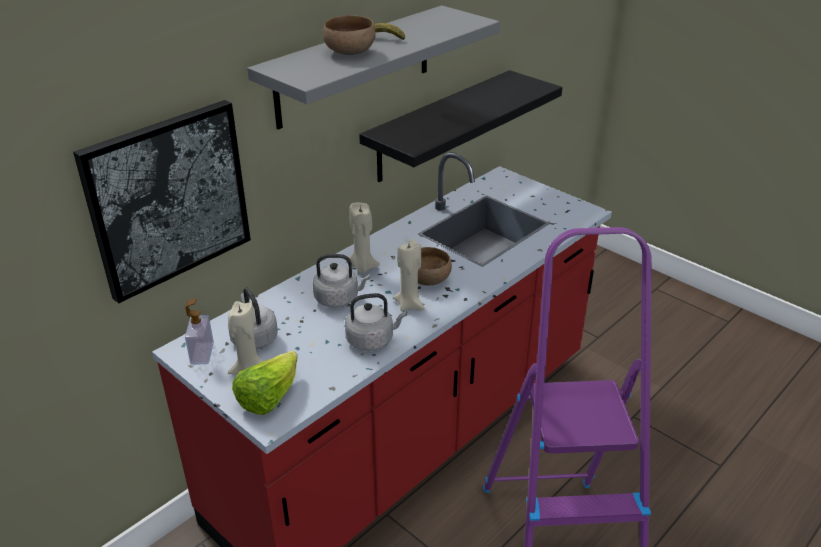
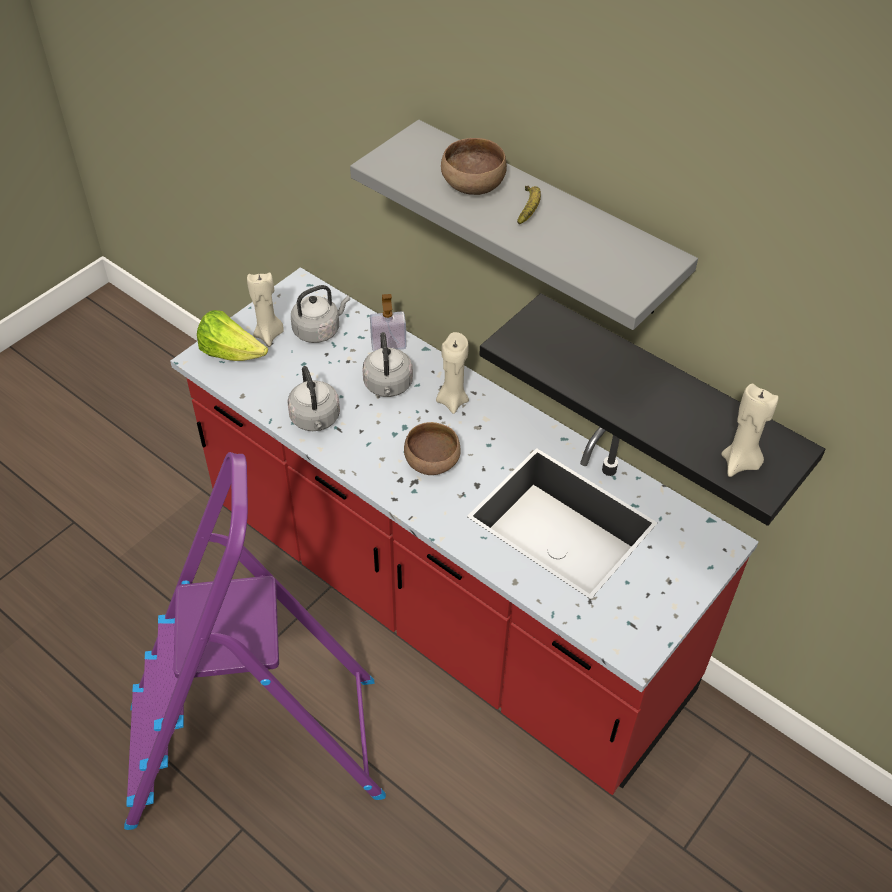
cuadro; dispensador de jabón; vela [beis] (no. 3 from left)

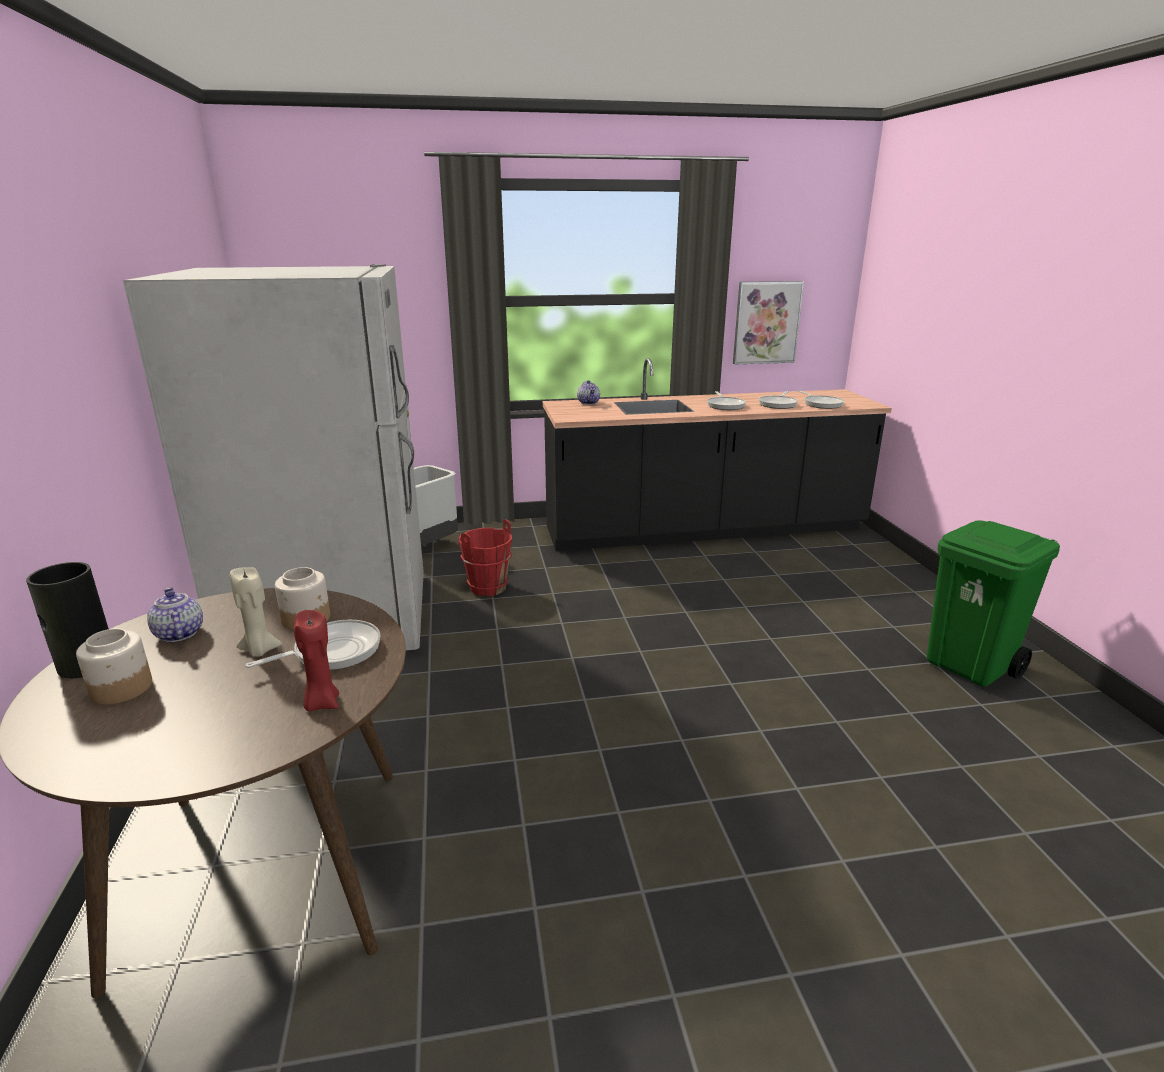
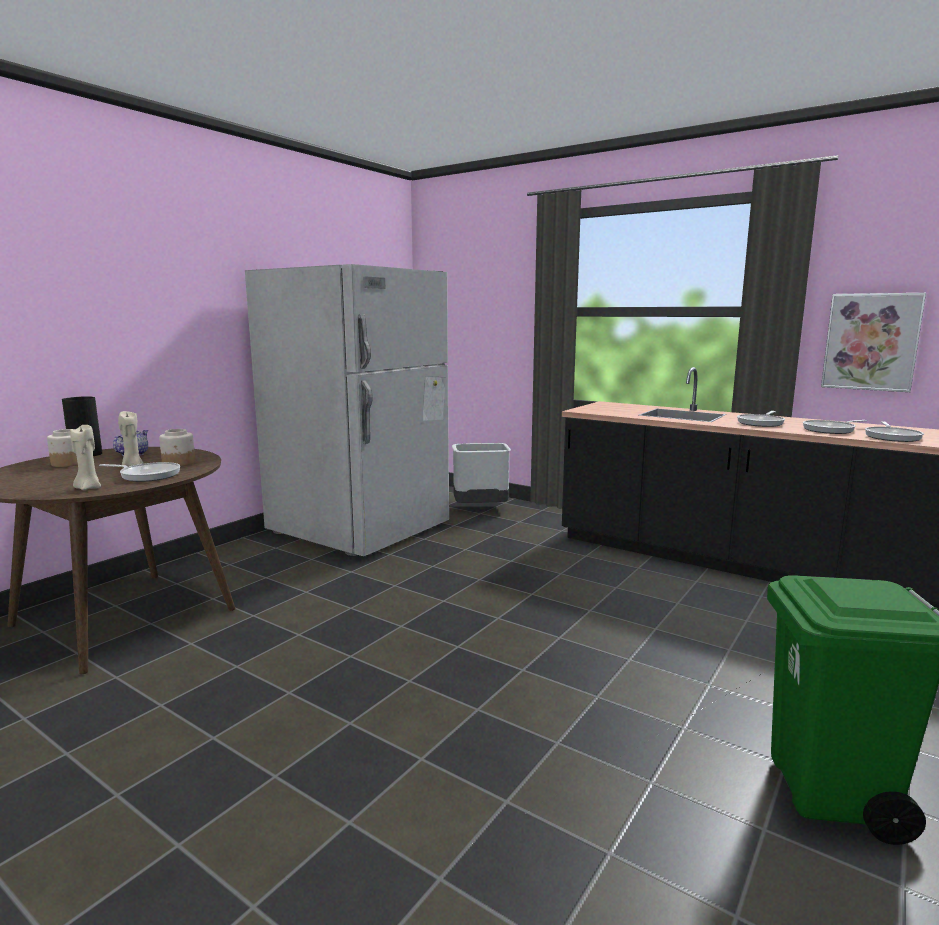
vela [beis] (no. 1 from left); cubo [rojo]; tetera (no. 2 from left in the first image)

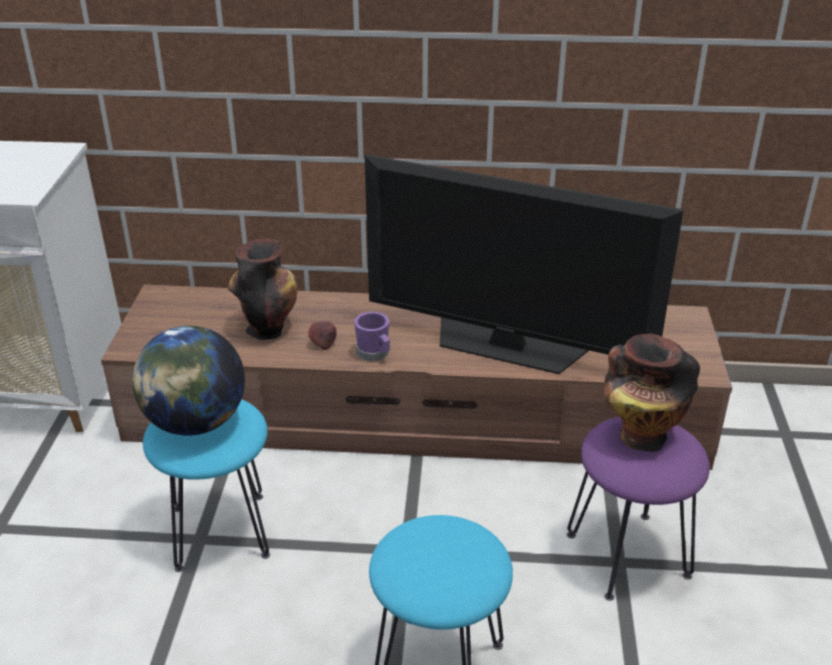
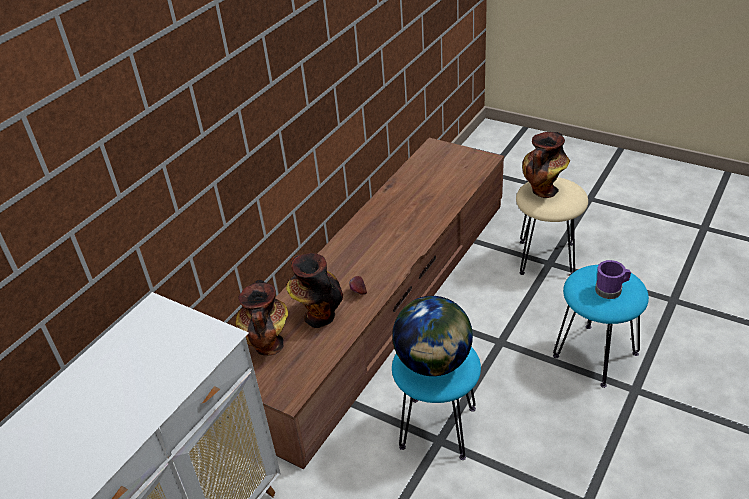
taza grande [morado]; televisor; taburete [beis]; florero (no. 1 from left)

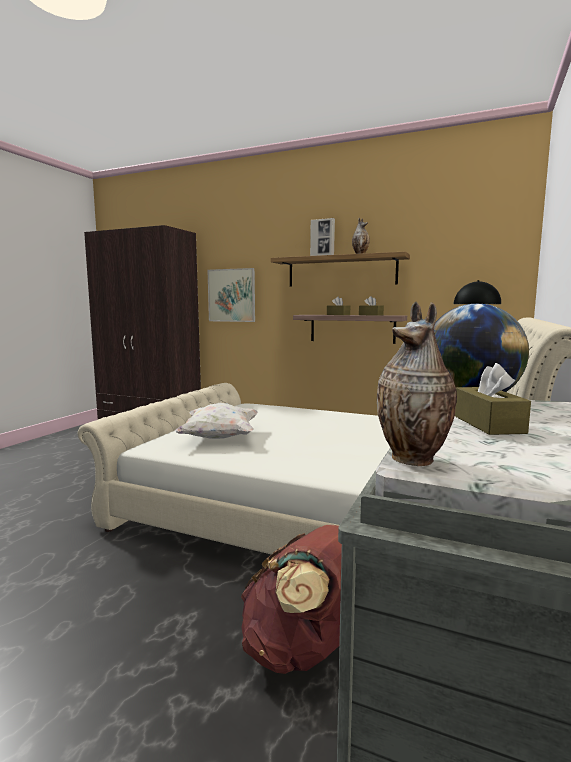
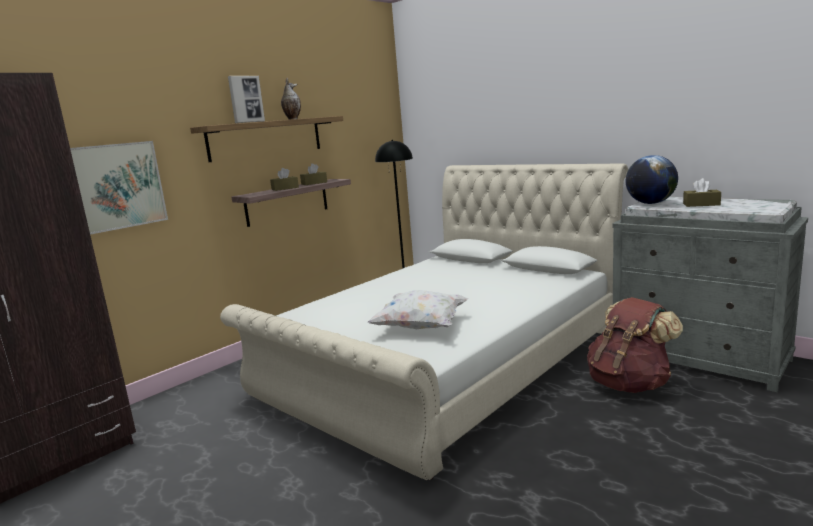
florero (no. 2 from left in the first image)

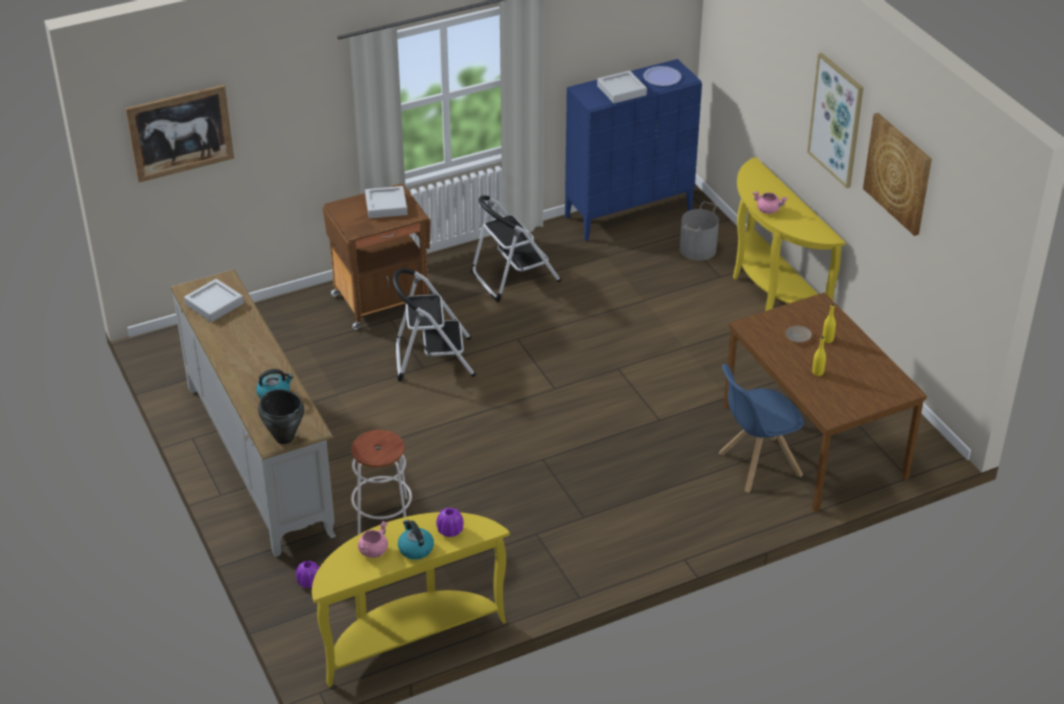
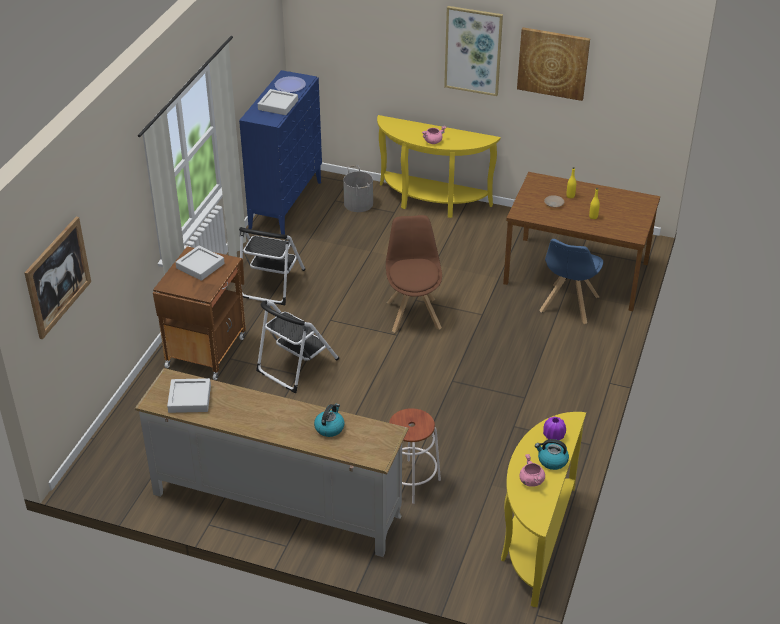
olla [negro]; florero [morado] (no. 1 from left in the first image); silla [marrón]

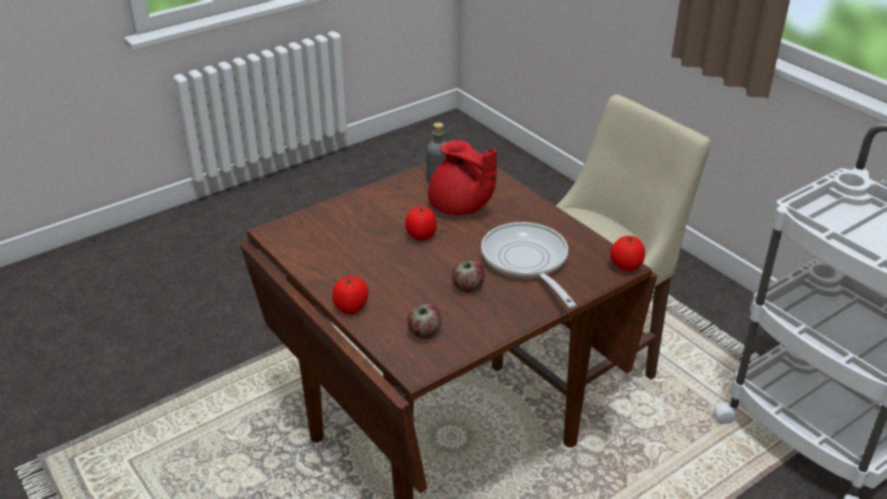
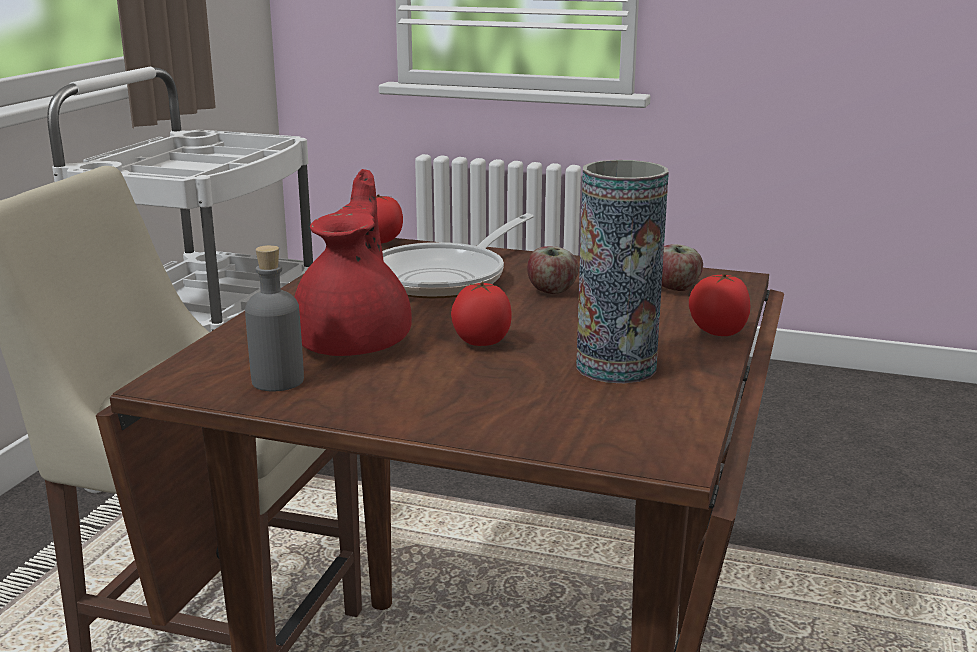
florero

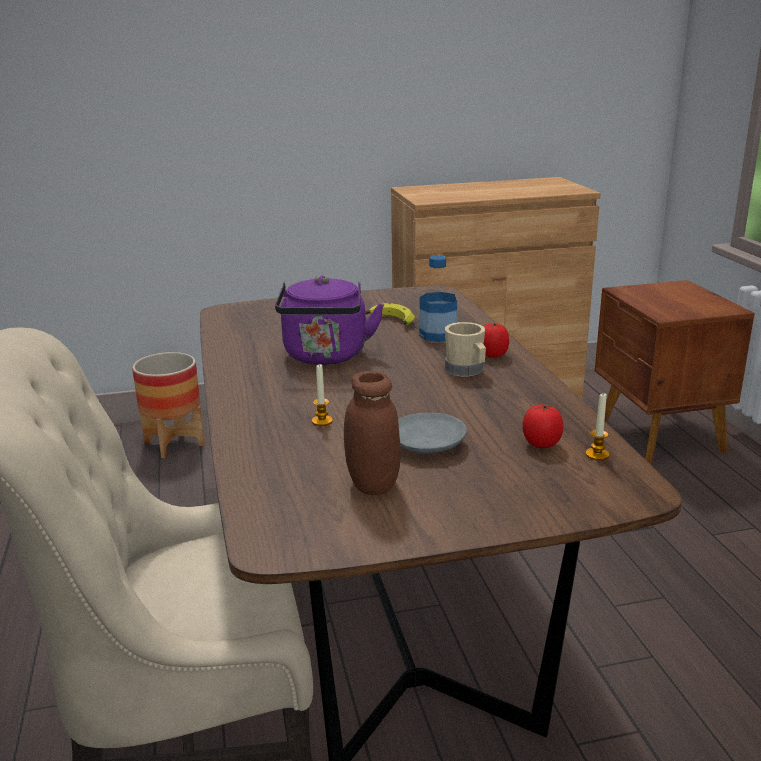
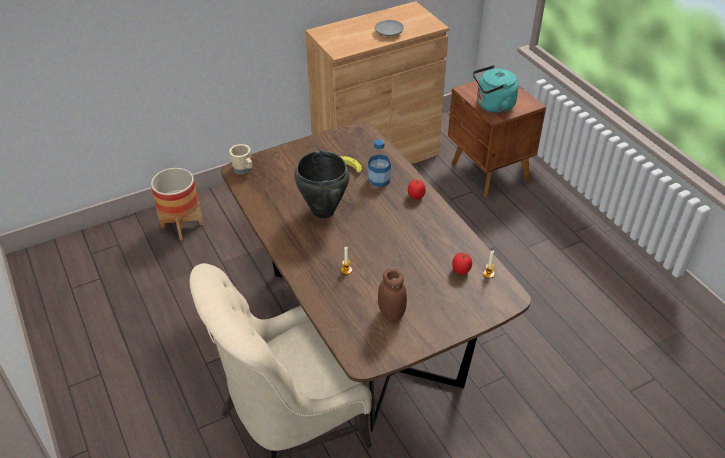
olla [negro]; plato [gris]; taza grande [beis]; hervidor [turquesa]

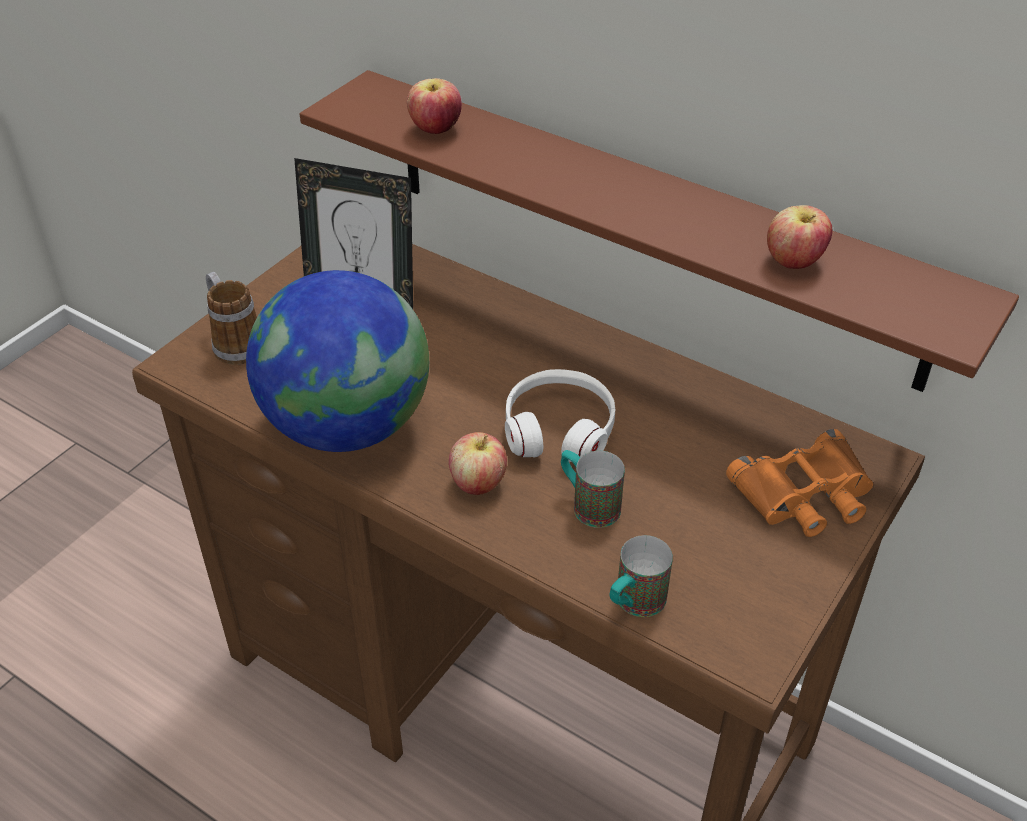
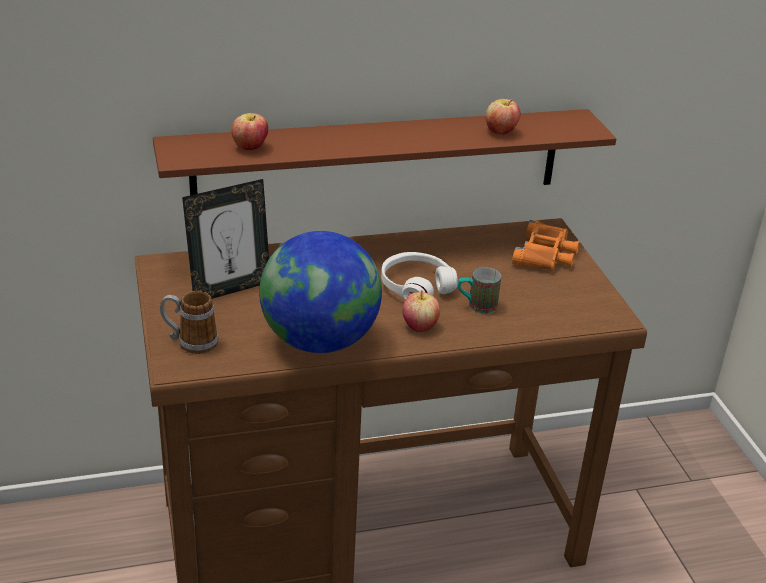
taza grande (no. 3 from left in the first image)

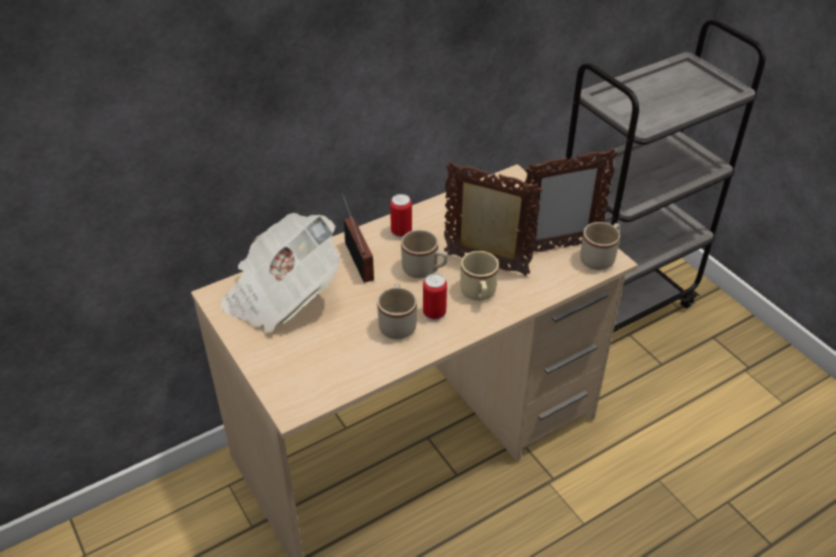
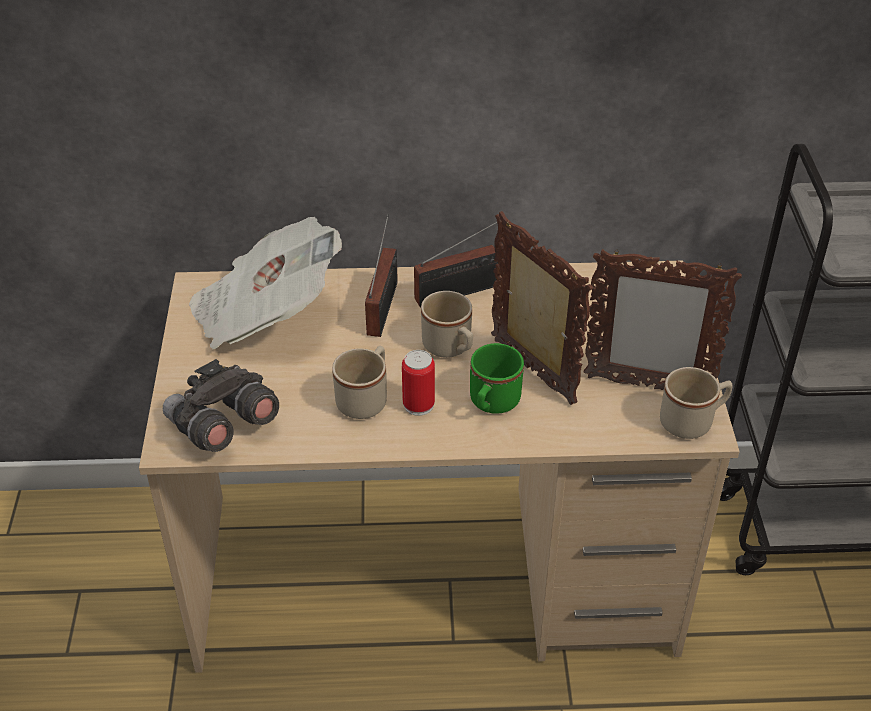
radio (no. 2 from left); taza grande [verde]; prismáticos [gris]

